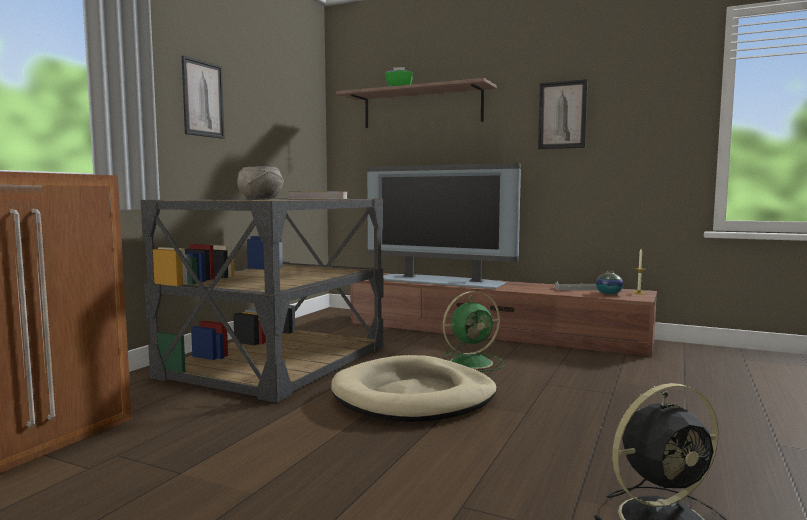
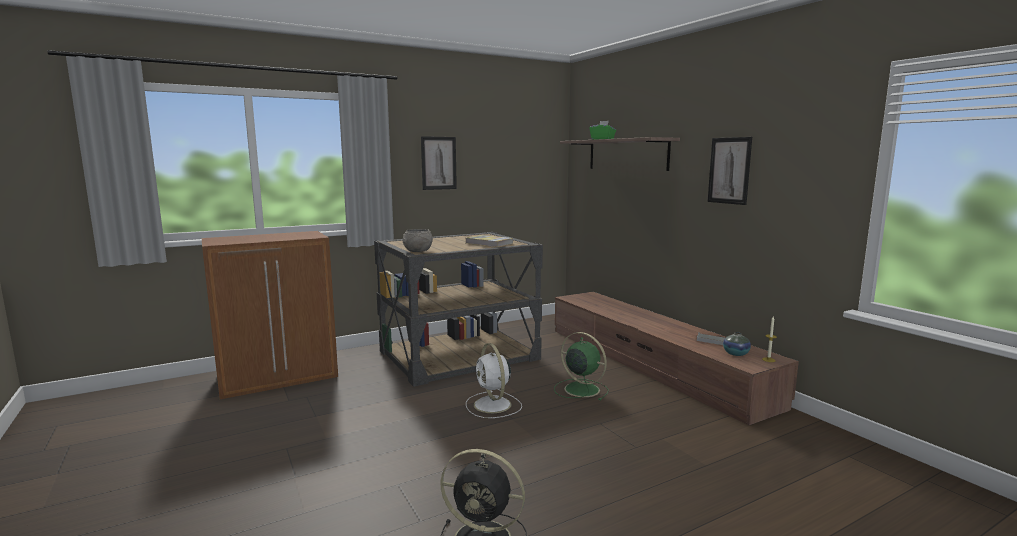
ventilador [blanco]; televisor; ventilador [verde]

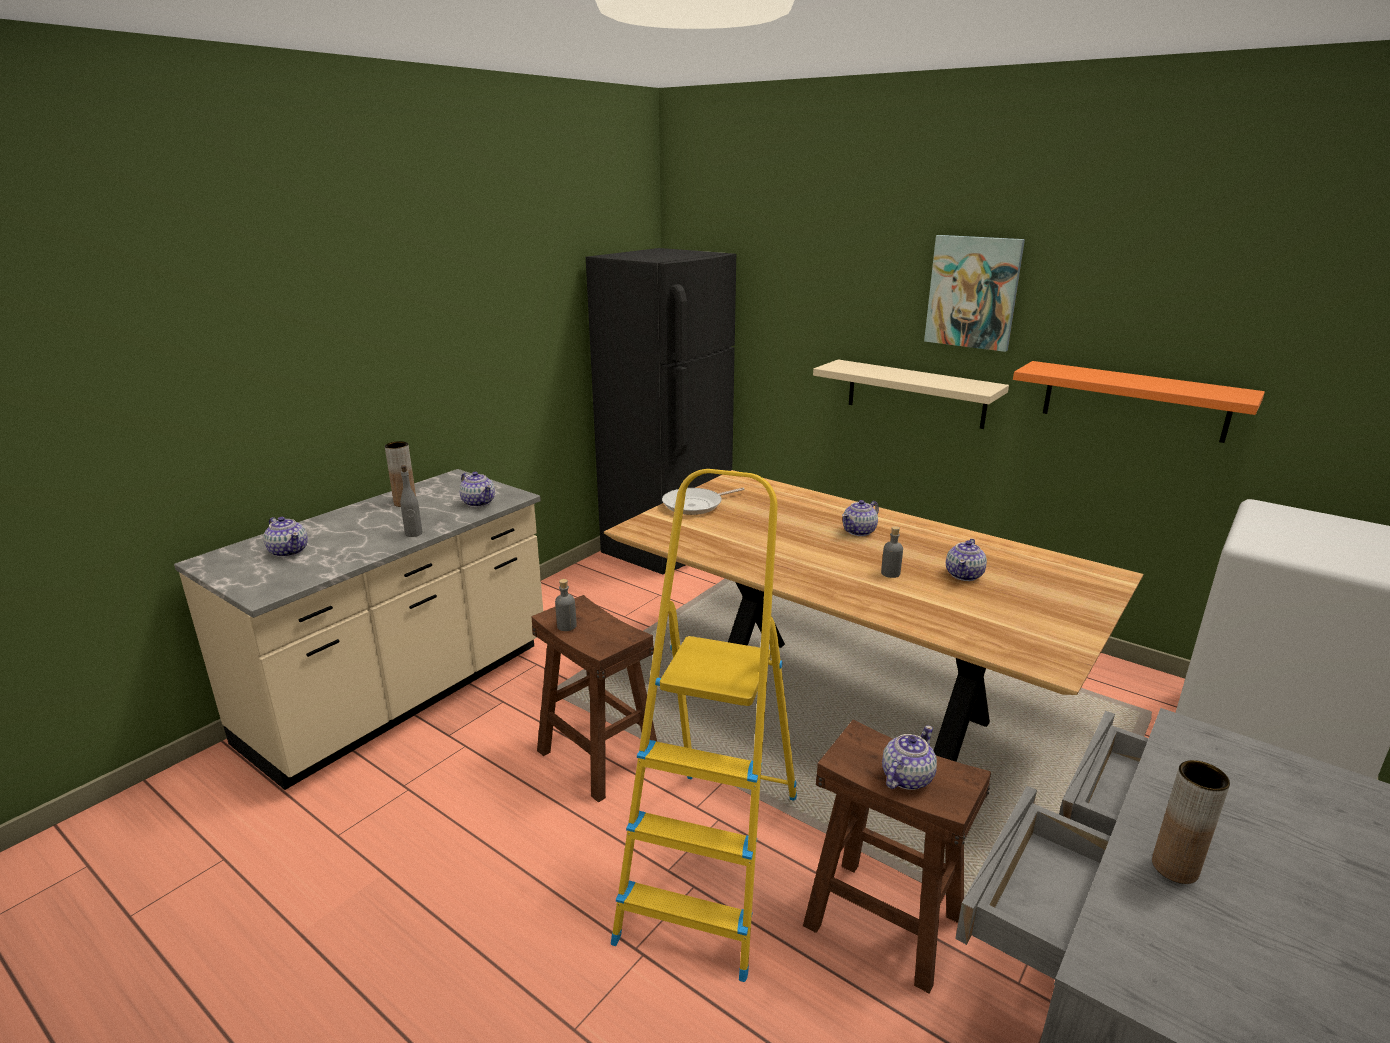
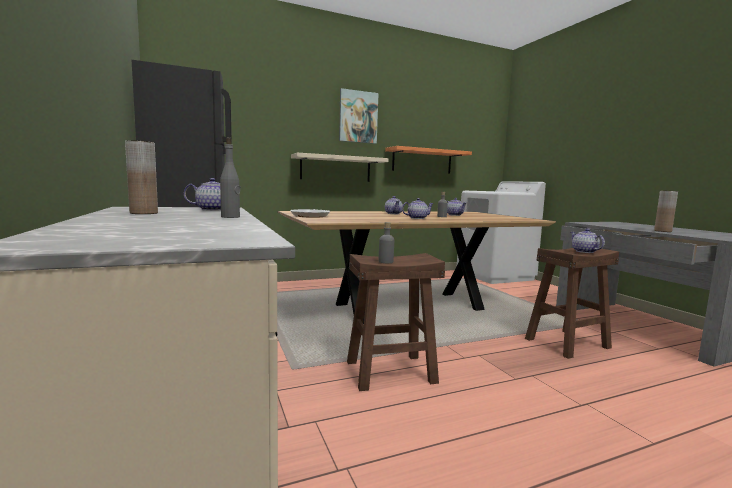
tetera (no. 3 from left); escalera de tijera [amarillo]

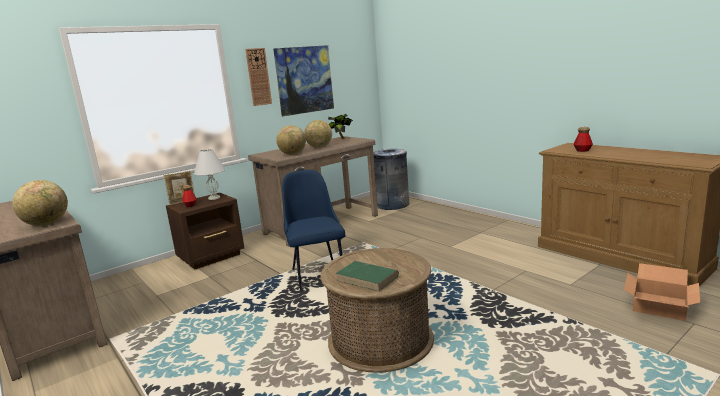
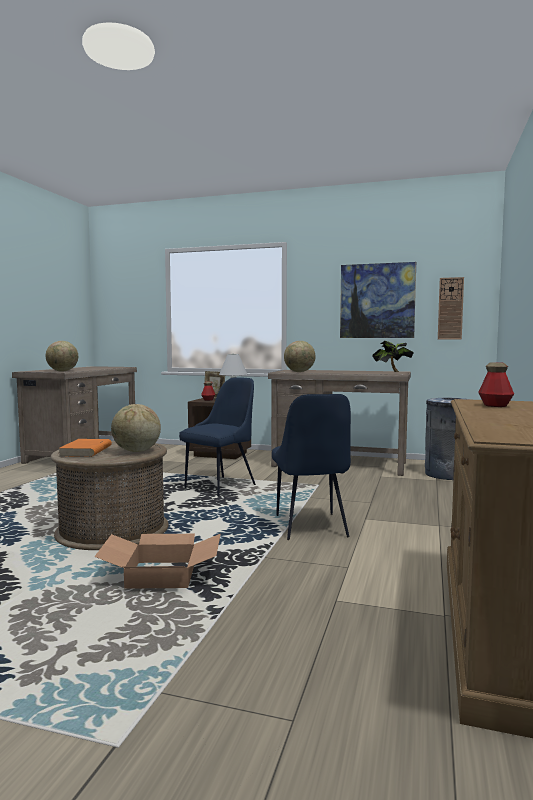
reloj de pared; globo terráqueo (no. 2 from left); libro [naranja]; caja de cartón; silla [azul] (no. 2 from left)

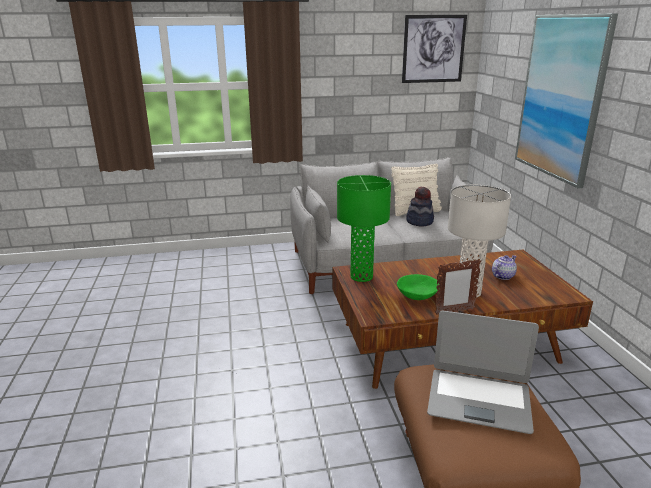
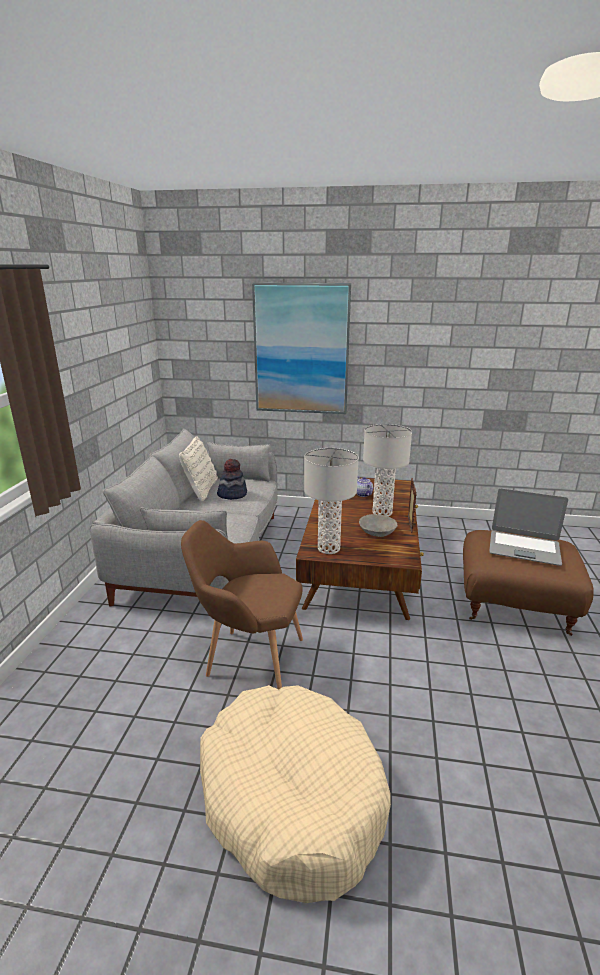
lámpara de mesa [blanco] (no. 1 from left); cuenco [gris]; cuadro (no. 1 from left in the first image); portátil; sillón [marrón]; cama para perro [beis]

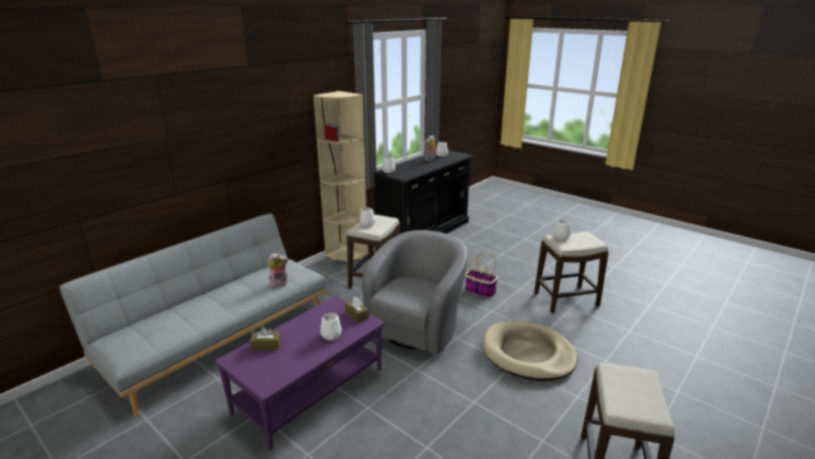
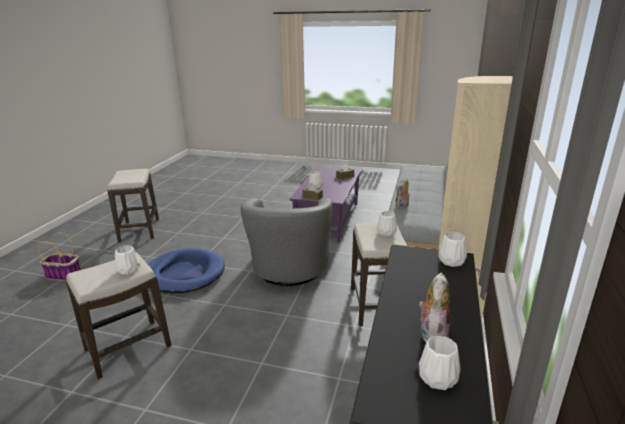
cesta; cama para perro [azul]

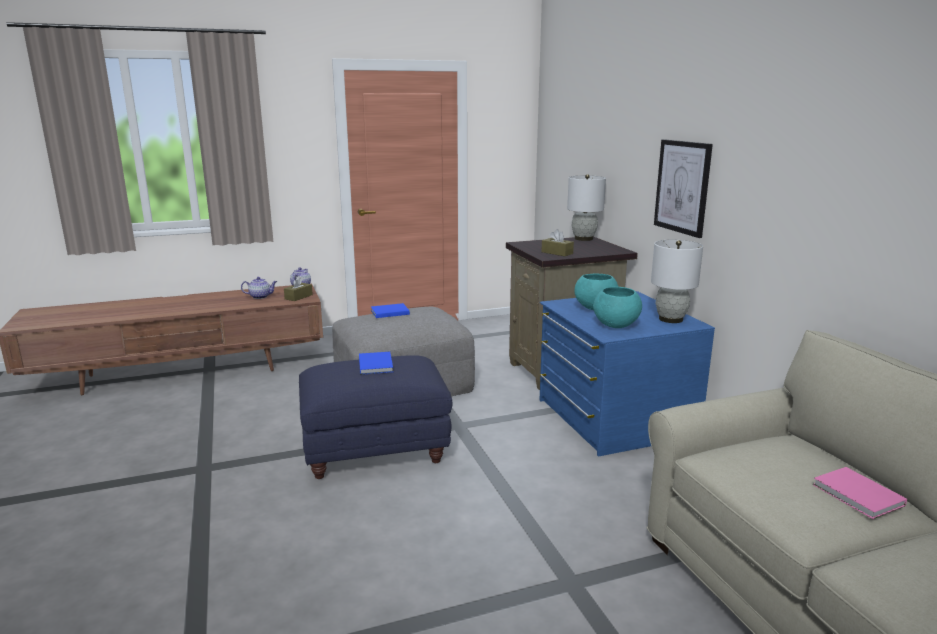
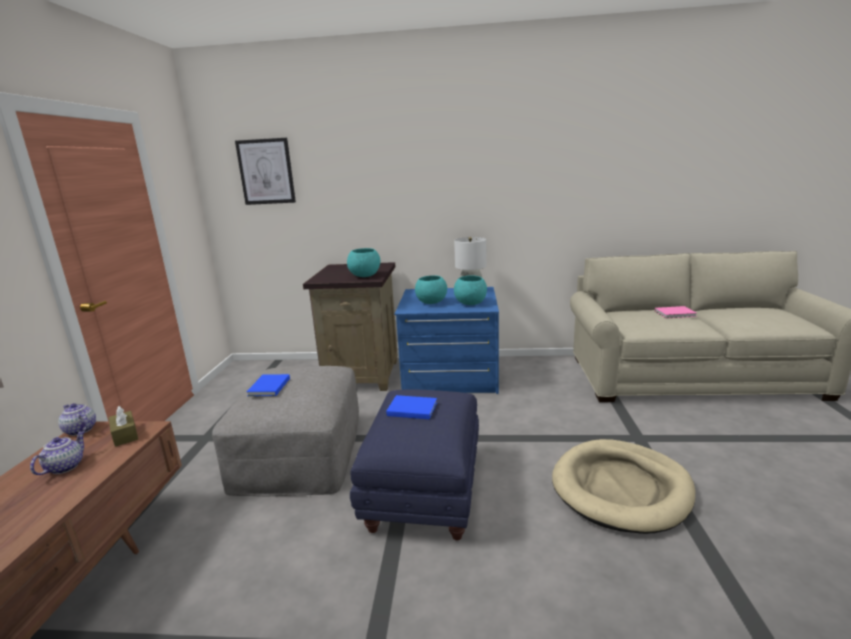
cuenco [turquesa] (no. 1 from left); lámpara de mesa [blanco] (no. 1 from left in the first image); cuadro; cama para perro [beis]

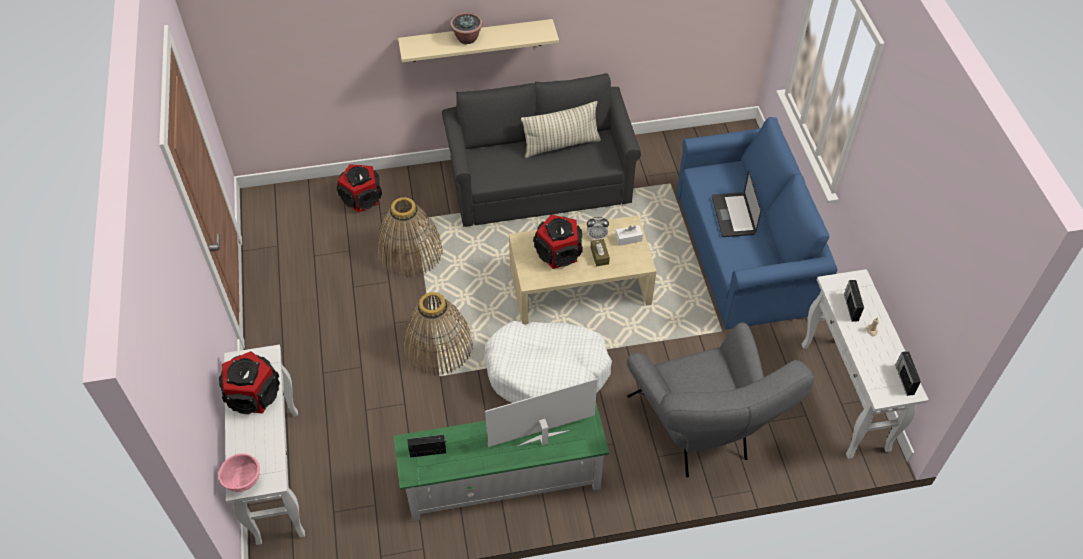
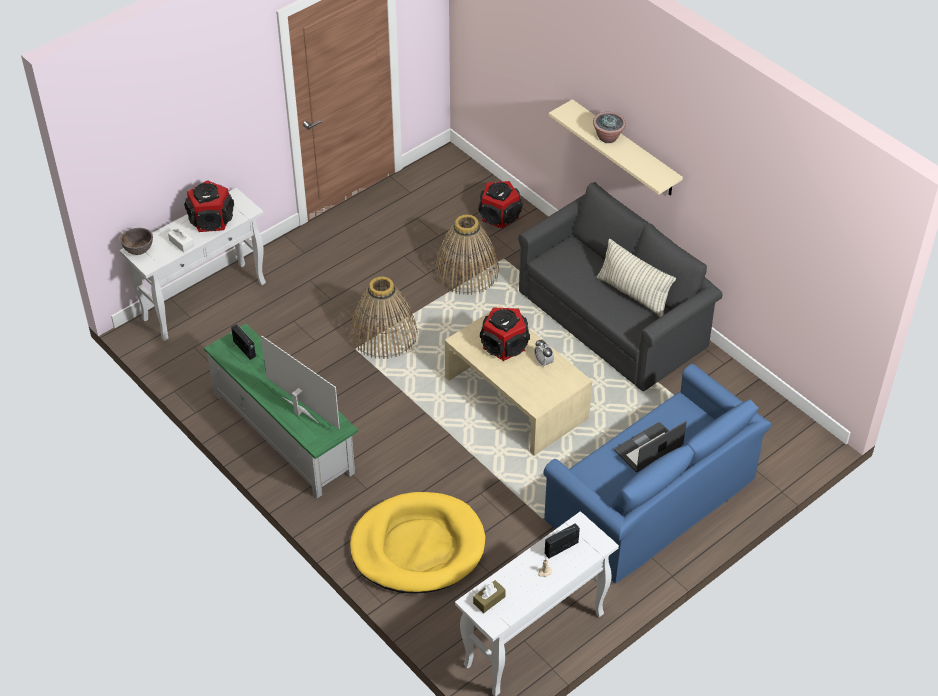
cuenco [marrón]; cama para perro [blanco]; caja de pañuelos [marrón]; caja de pañuelos [blanco]; cama para perro [amarillo]; radio (no. 3 from left in the first image)

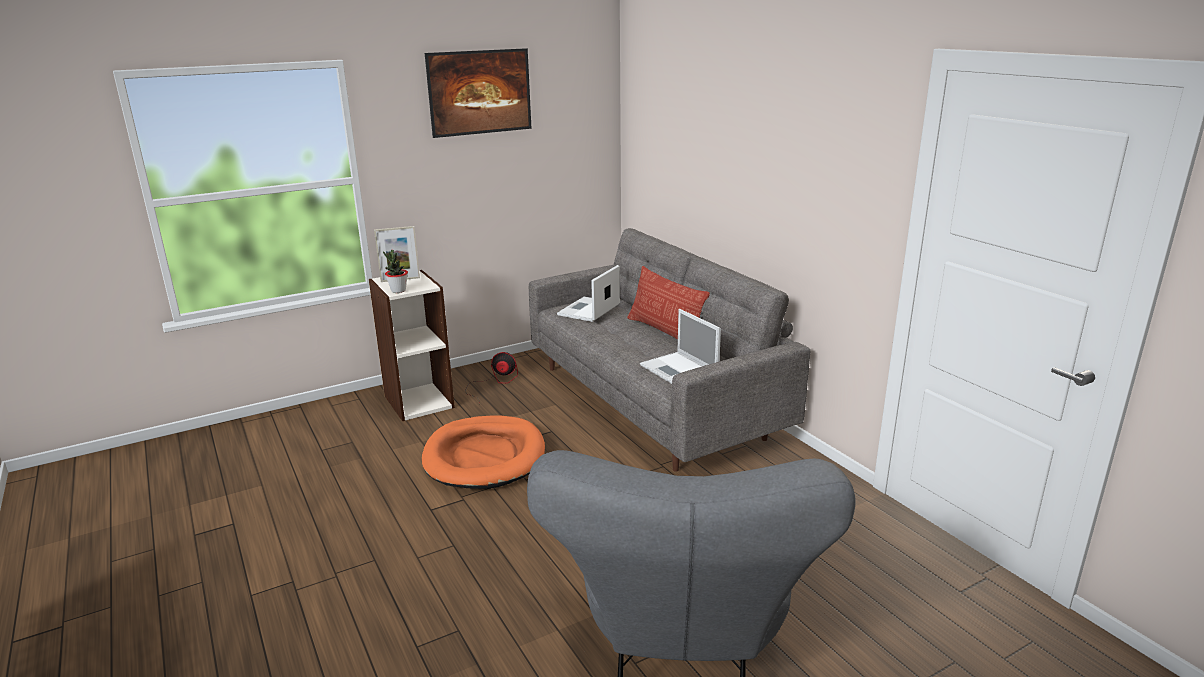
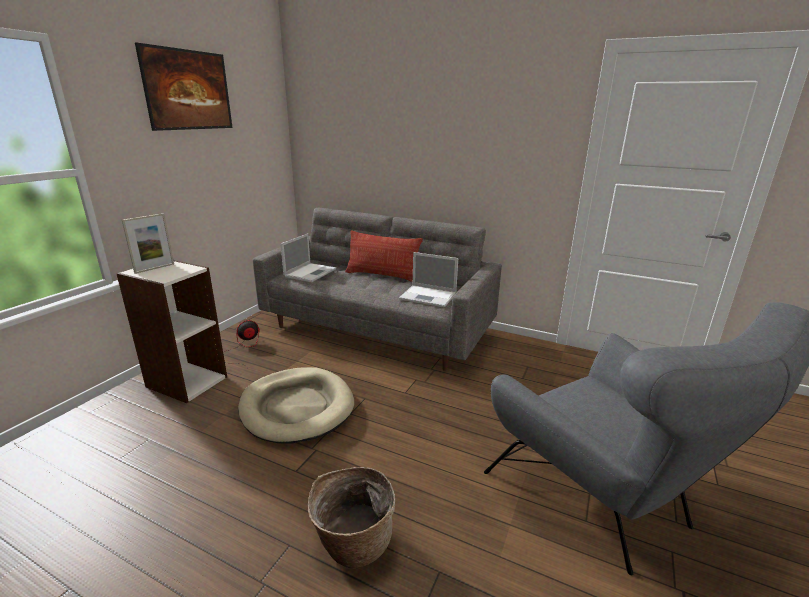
planta en maceta; cama para perro [beis]; portátil (no. 1 from left); cesta

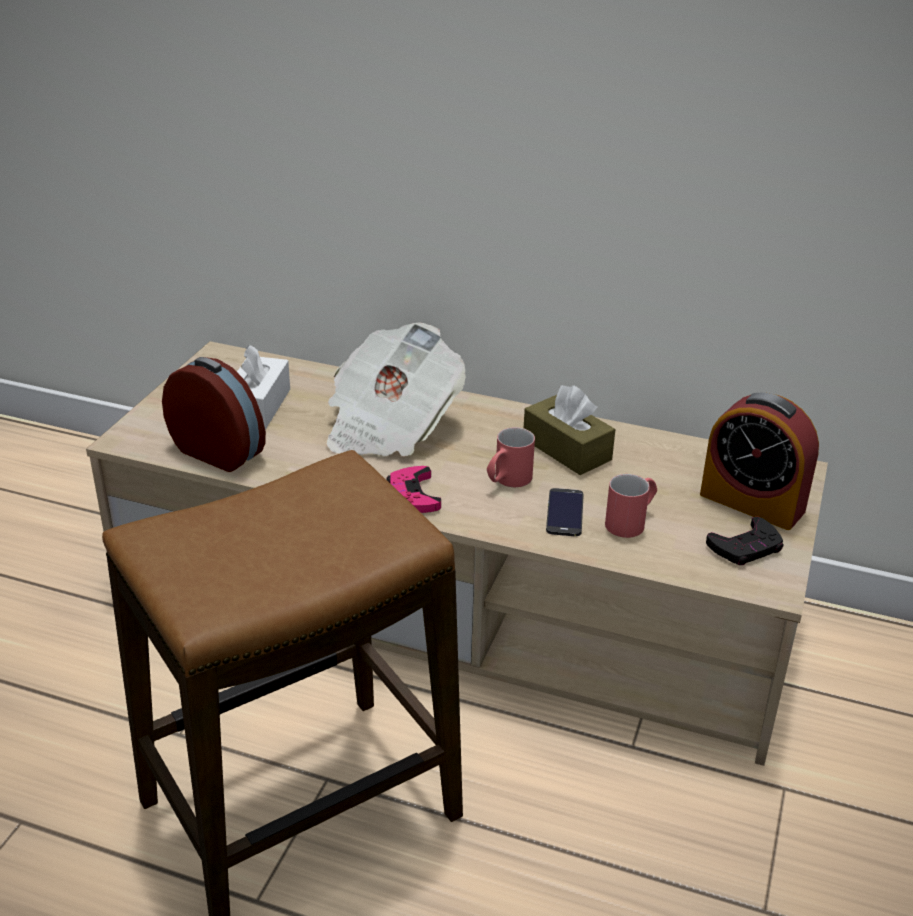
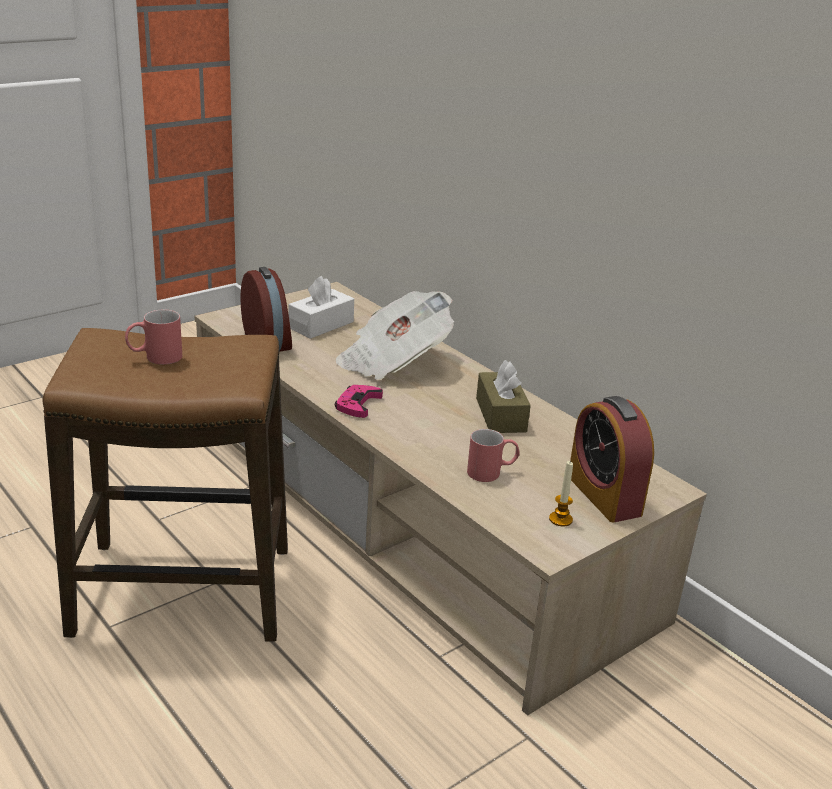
taza grande [rojo] (no. 1 from left); móvil; vela

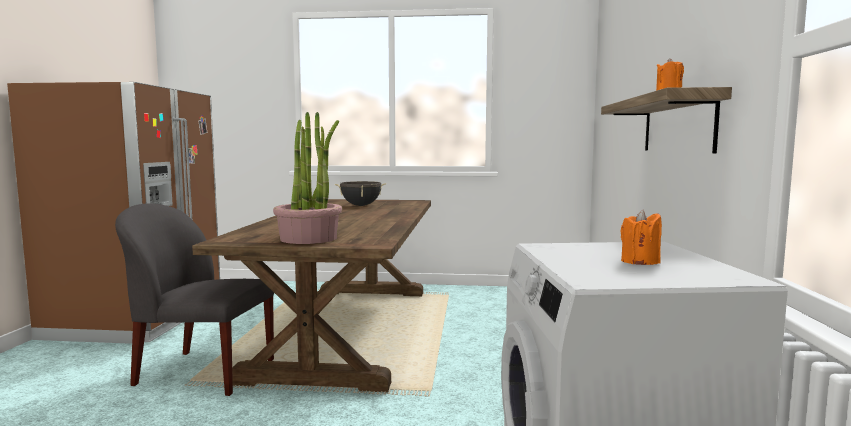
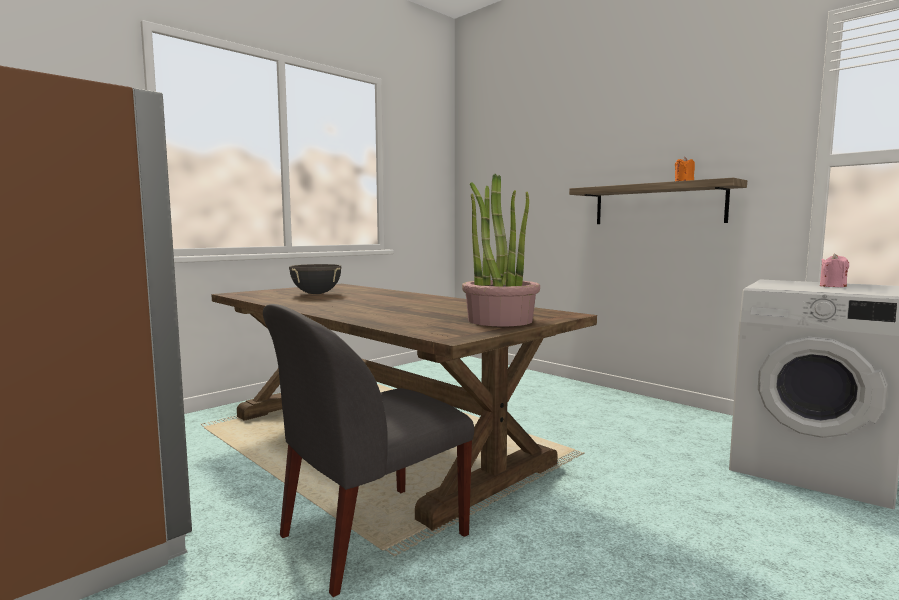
vela [rosa]

